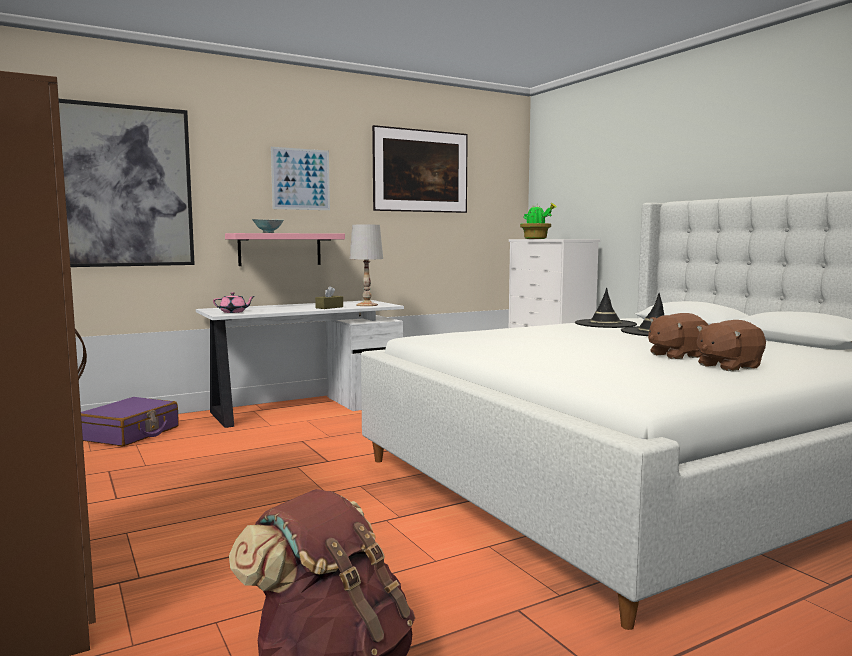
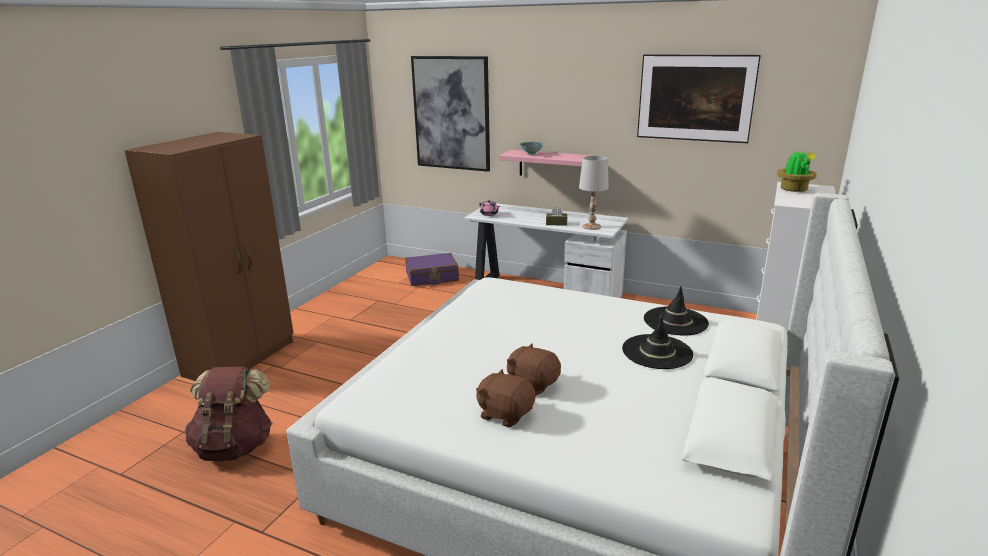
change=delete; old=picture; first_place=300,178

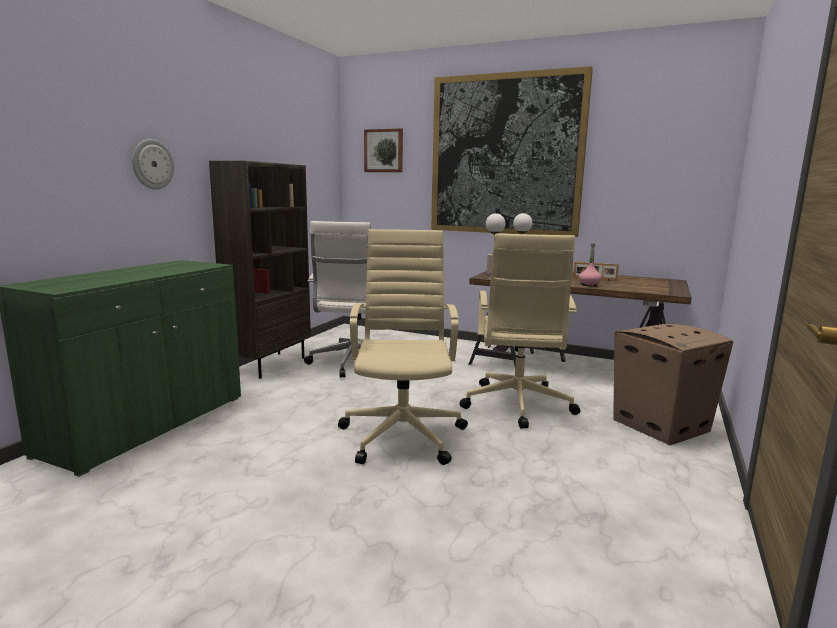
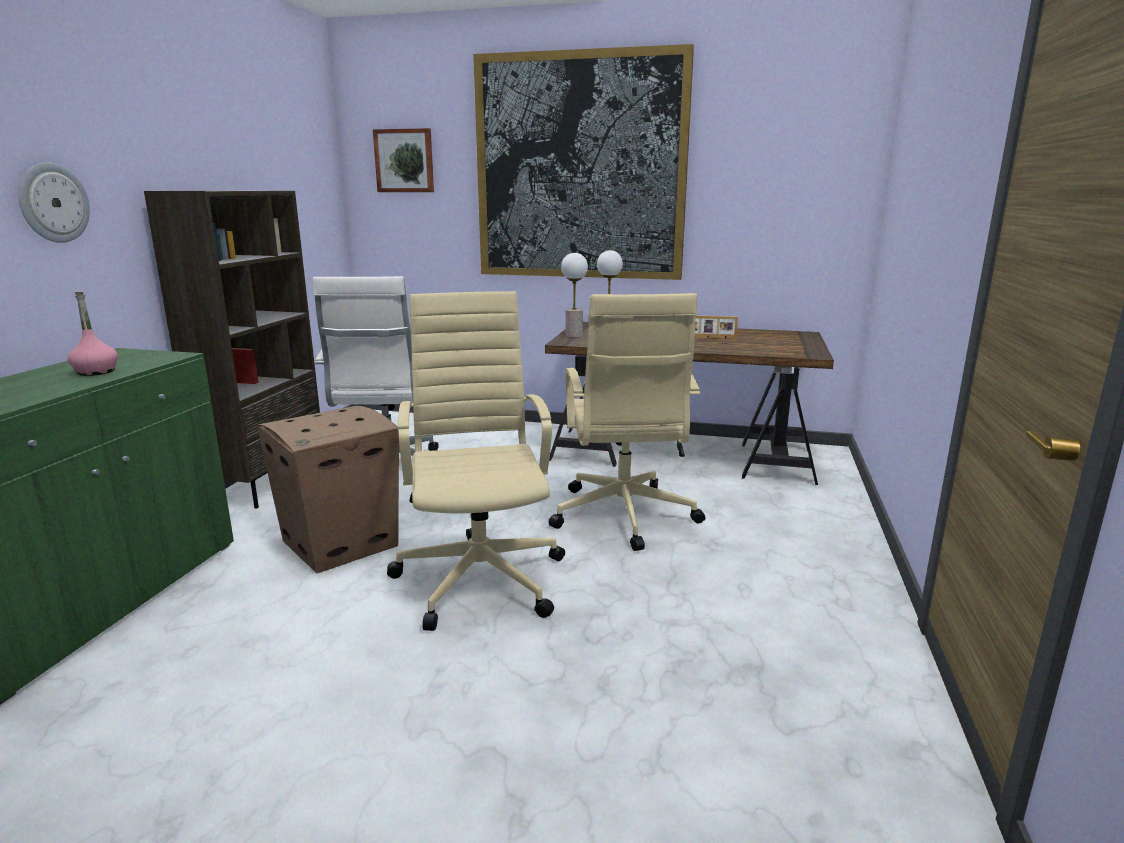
change=move; old=pink bottle; first_place=590,265; second_place=93,334
change=move; old=cardboard box; first_place=673,385; second_place=328,489

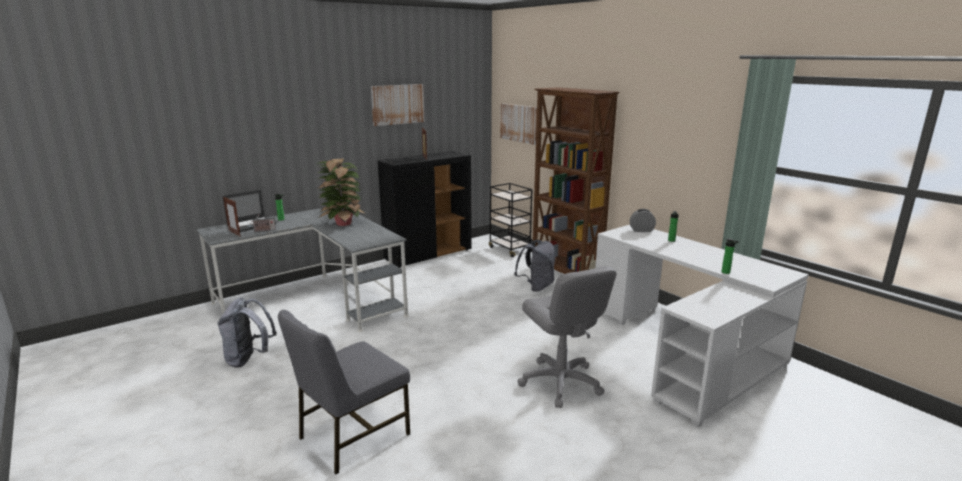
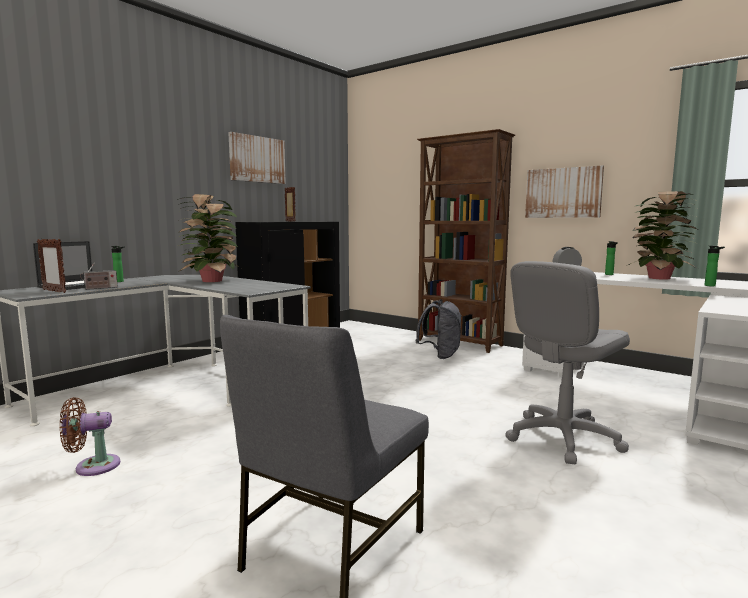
change=delete; old=black cart; first_place=511,220
change=insert; new=potted plant; second_place=664,235
change=move; old=picture; first_place=518,124; second_place=564,191
change=replace; old=grey backpack; new=brown fan; first_place=247,333; second_place=89,436
change=rotate; old=grey office chair; first_place=567,337; second_place=567,362; degrees=90

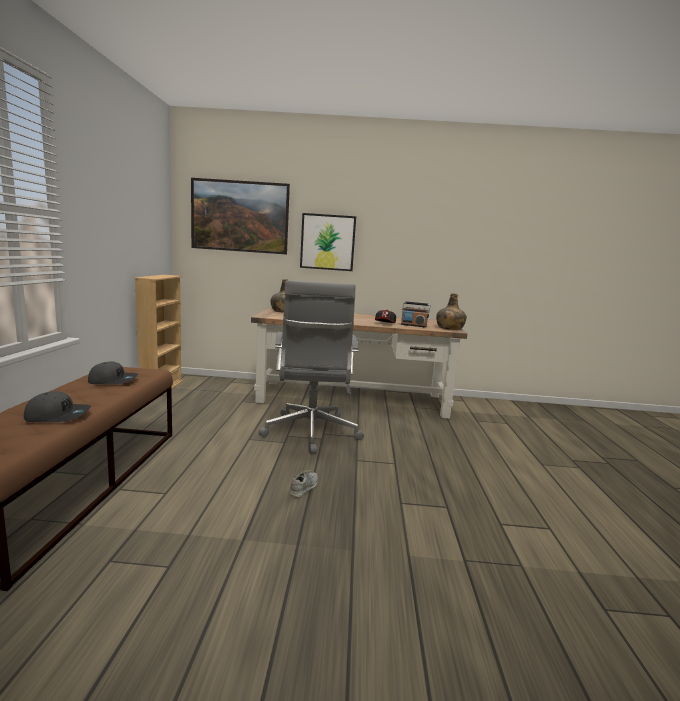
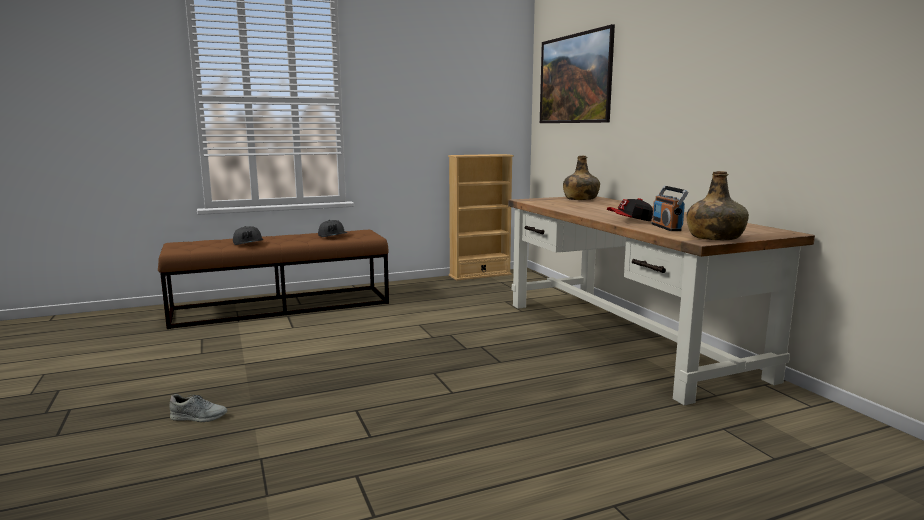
change=delete; old=grey office chair; first_place=311,367
change=delete; old=picture; first_place=328,242
change=move; old=grey shoe; first_place=304,484; second_place=198,408

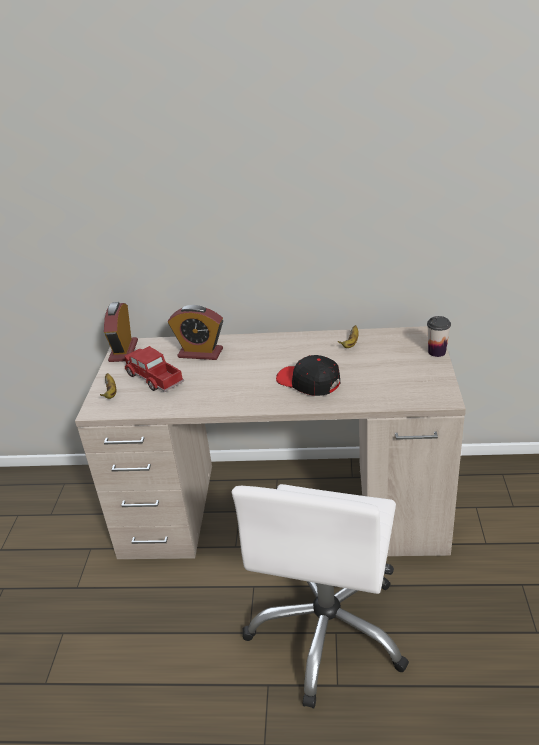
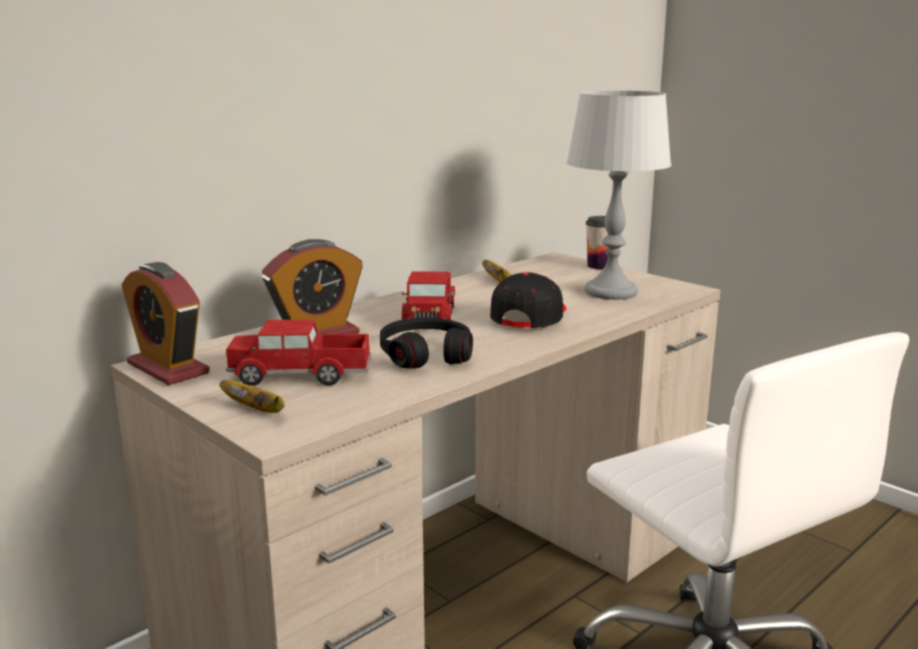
change=insert; new=black headphones; second_place=426,343
change=insert; new=toy truck; second_place=428,295
change=insert; new=grey table lamp; second_place=618,195
change=rotate; old=black cap; first_place=308,375; second_place=528,300; degrees=120

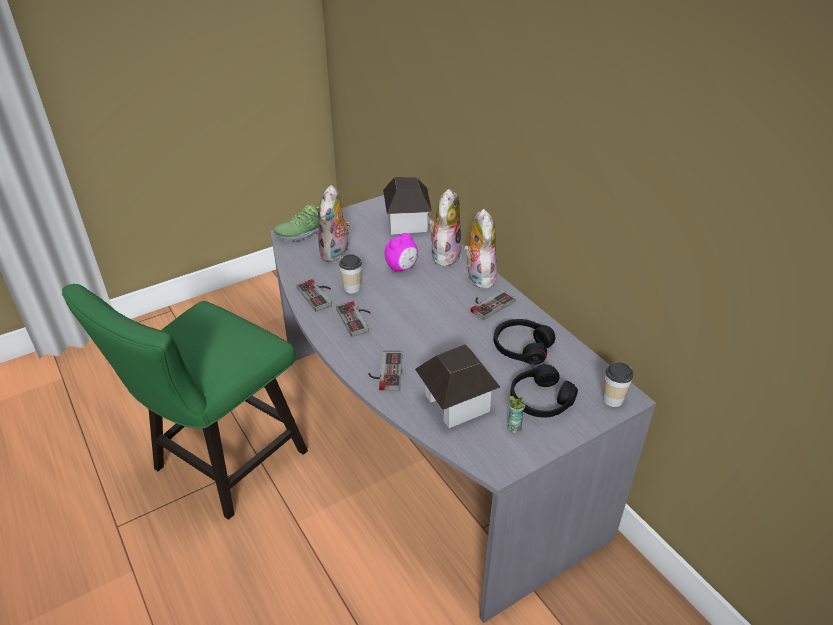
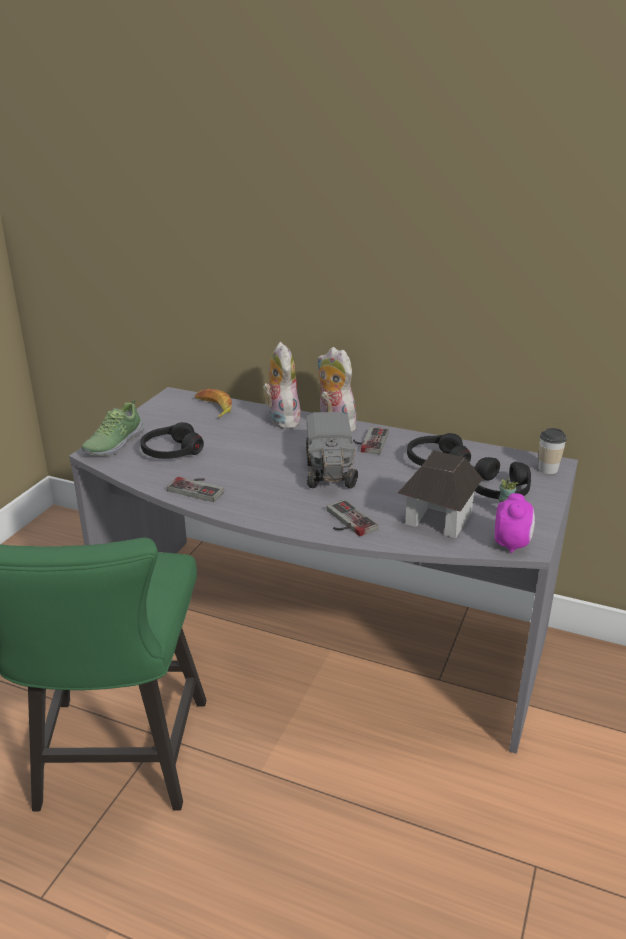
change=delete; old=game controller; first_place=353,319
change=delete; old=cup; first_place=350,273
change=insert; new=toy truck; second_place=332,450
change=move; old=alarm clock; first_place=401,252; second_place=515,523
change=replace; old=plush toy; new=black headphones; first_place=334,223; second_place=172,440
change=replace; old=toy house; new=banana; first_place=407,206; second_place=213,403

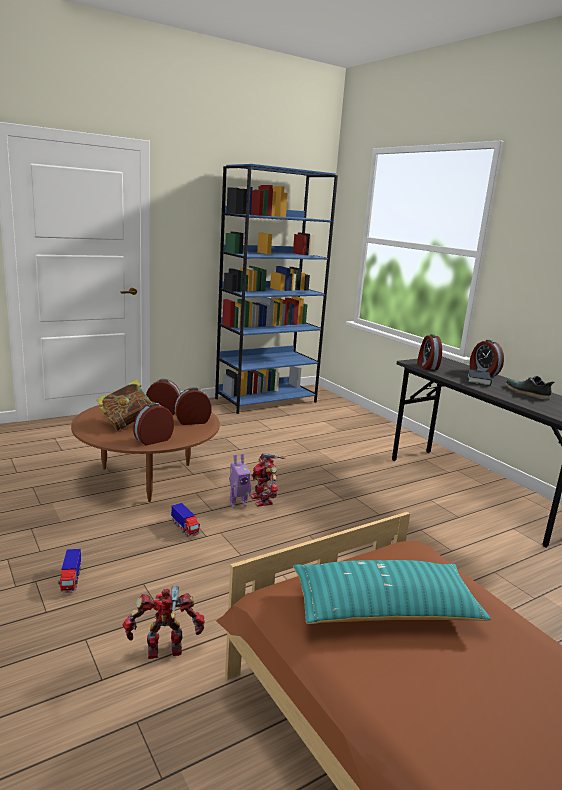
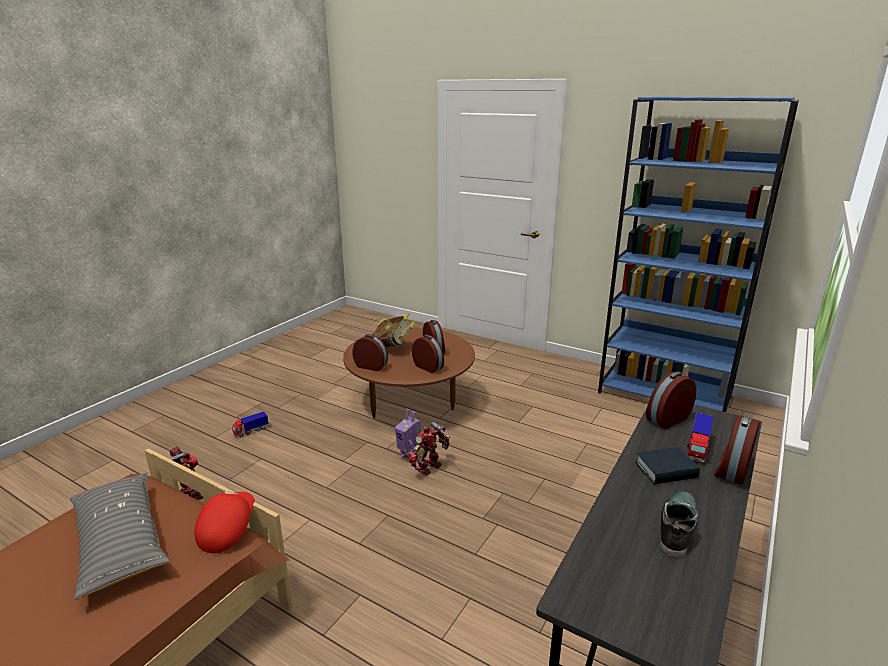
change=insert; new=red cap; second_place=224,522
change=move; old=toy truck; first_place=185,520; second_place=700,437
change=recolor; old=turquoise pillow; new=grey pillow; first_place=392,592; second_place=120,536

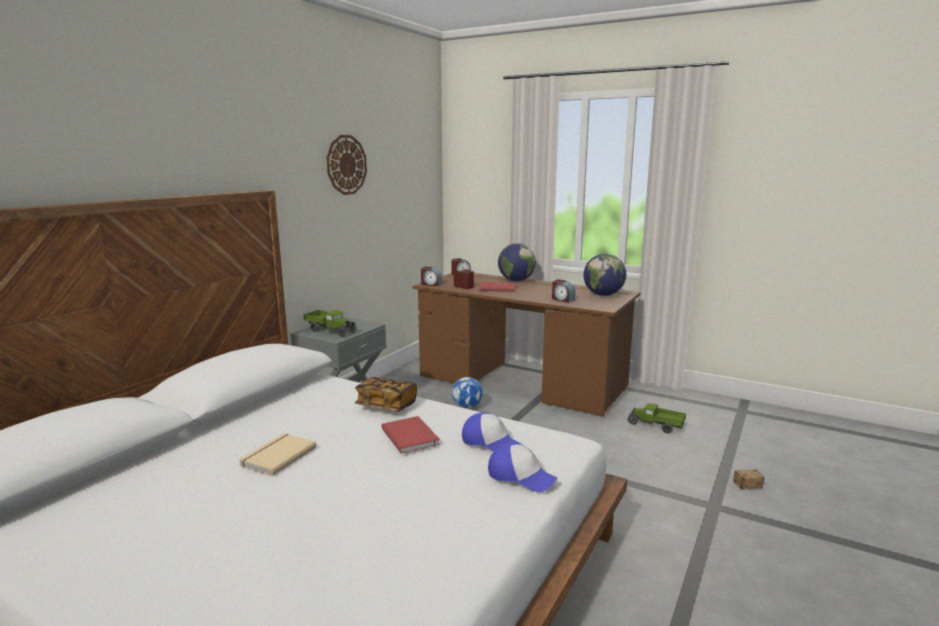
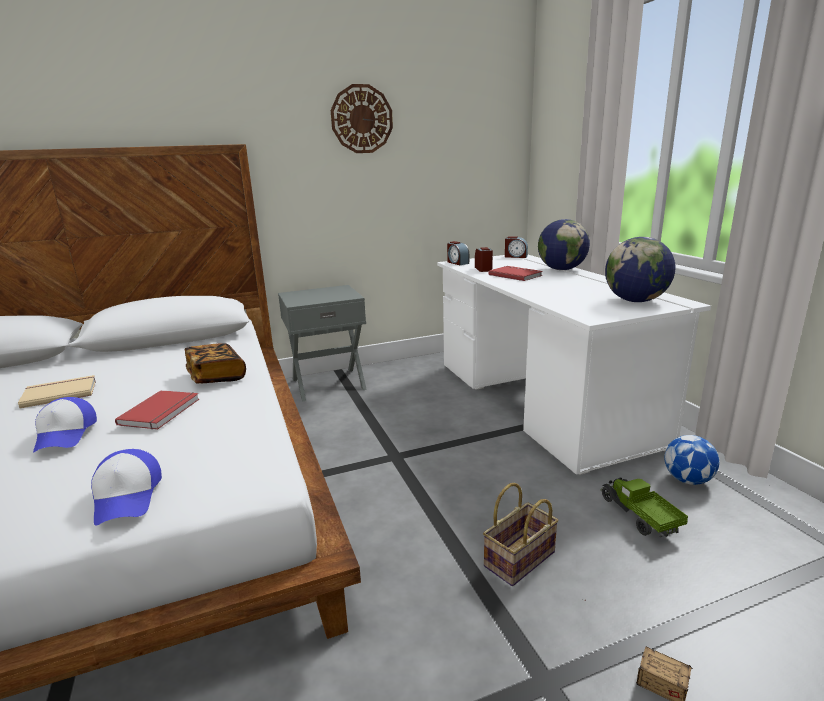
change=delete; old=toy truck; first_place=330,323
change=delete; old=alarm clock; first_place=563,291
change=insert; new=basket; second_place=521,534
change=move; old=football; first_place=467,392; second_place=692,460
change=move; old=cap; first_place=491,432; second_place=65,425
change=recolor; old=brown desk; new=white desk; first_place=526,345; second_place=574,365

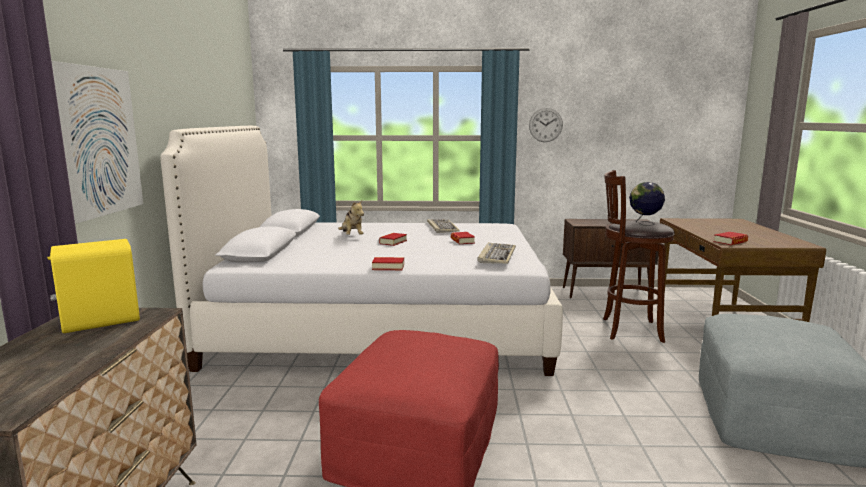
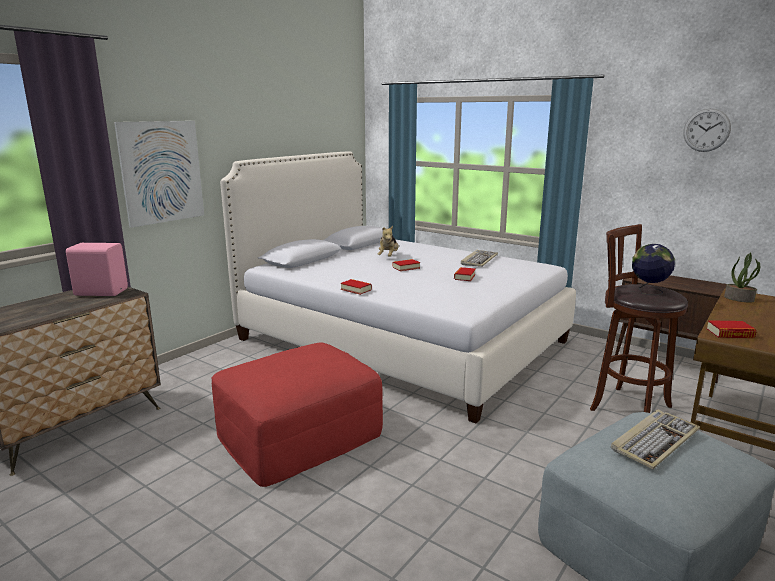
change=insert; new=potted plant; second_place=742,278
change=move; old=keyboard; first_place=496,253; second_place=655,439
change=move; old=wall clock; first_place=546,125; second_place=707,130
change=recolor; old=yellow speaker; new=pink speaker; first_place=93,286; second_place=97,269

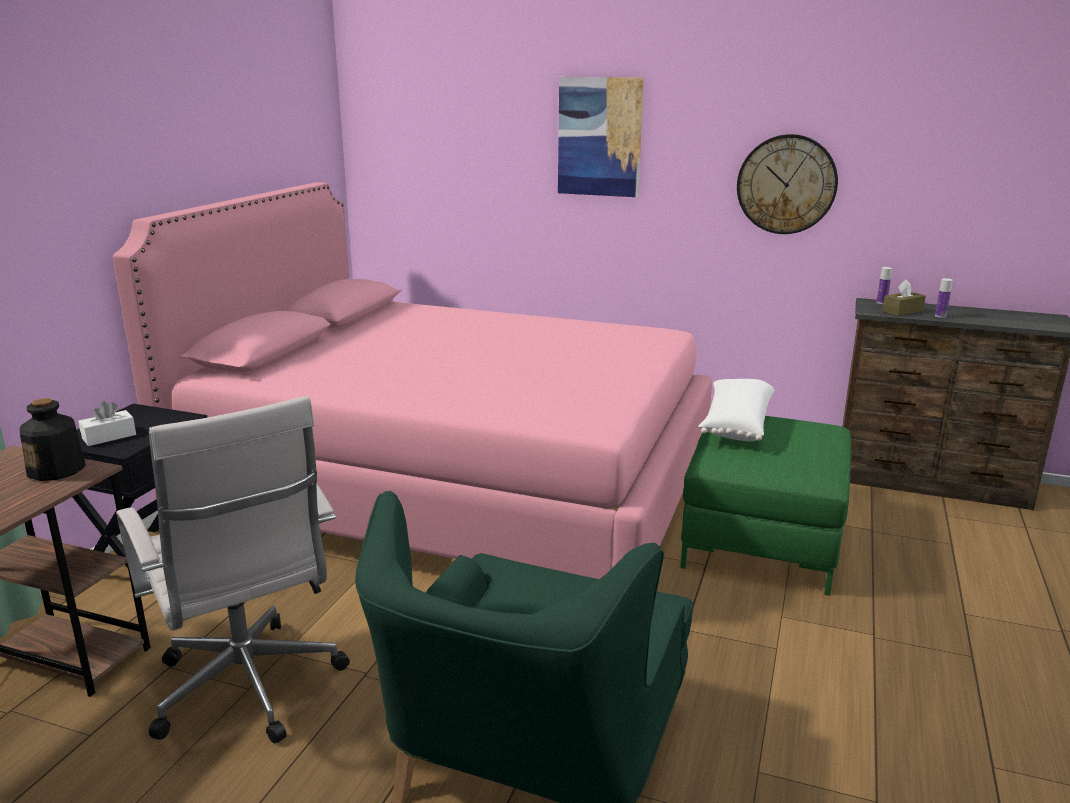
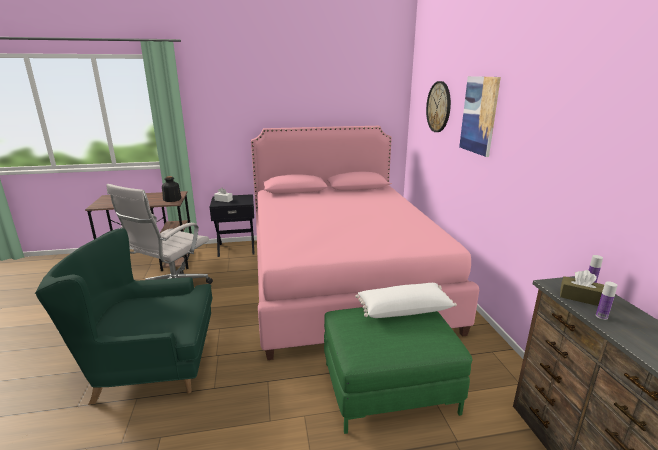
change=move; old=wall clock; first_place=787,184; second_place=438,106

